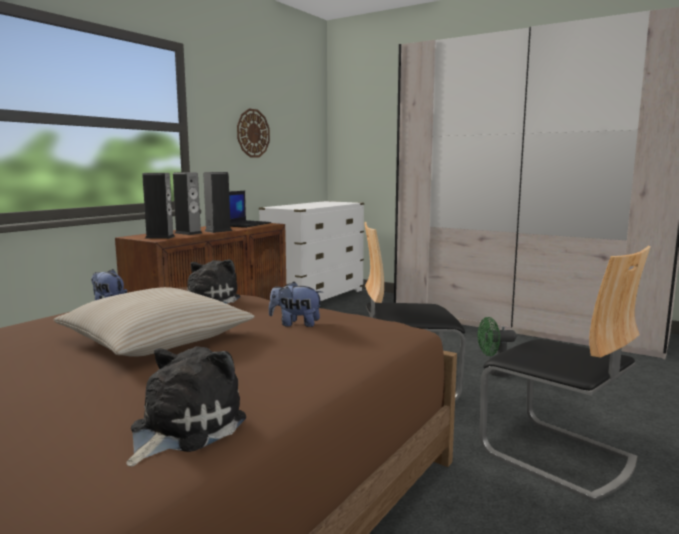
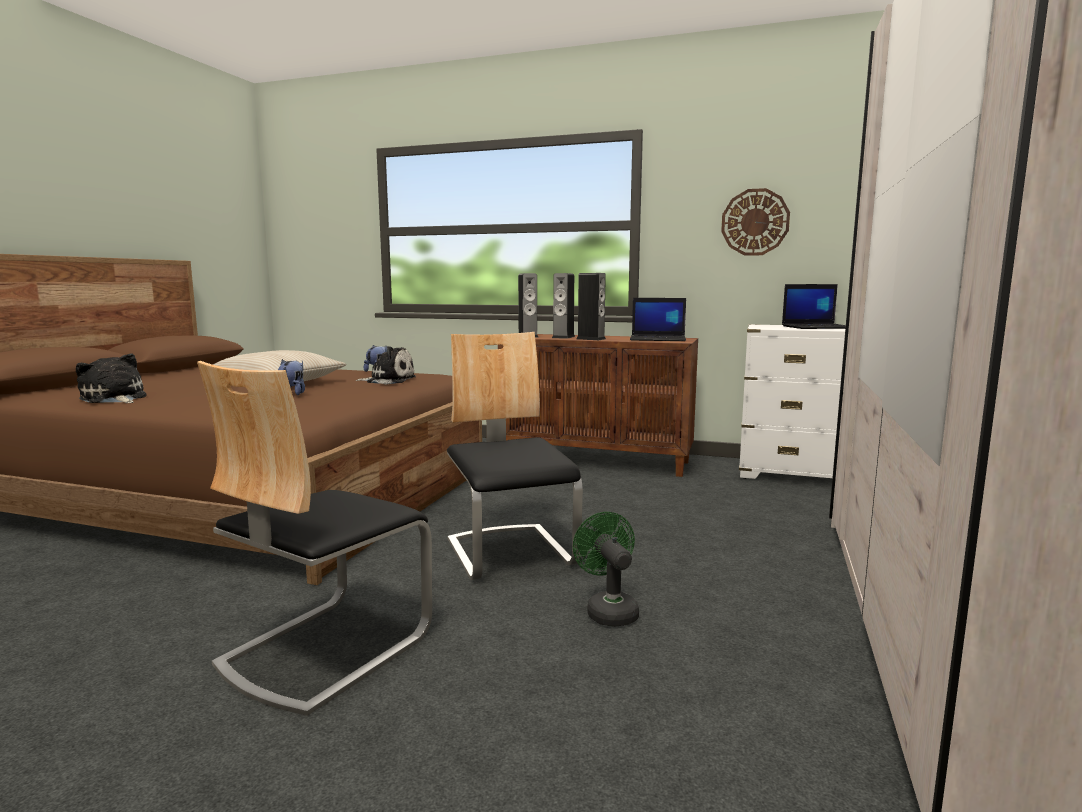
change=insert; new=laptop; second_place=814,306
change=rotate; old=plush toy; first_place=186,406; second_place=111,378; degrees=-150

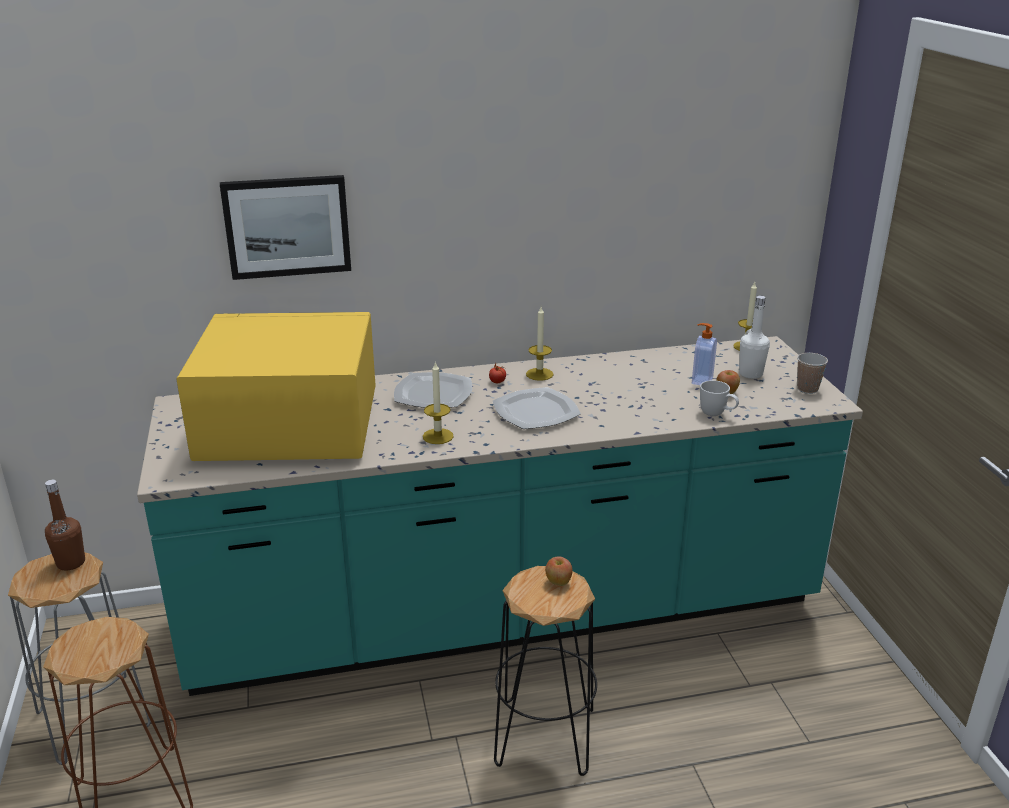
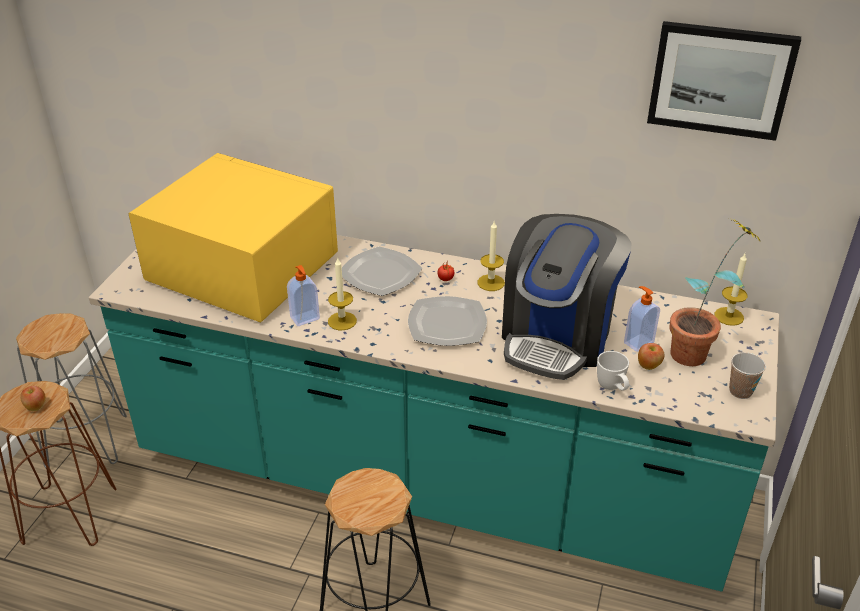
change=delete; old=brown bottle; first_place=65,525
change=insert; new=soap dispenser; second_place=303,295
change=insert; new=coffee machine; second_place=567,297
change=move; old=picture; first_place=285,227; second_place=724,81
change=move; old=apple; first_place=559,571; second_place=33,398
change=replace; old=white bottle; new=potted plant; first_place=754,337; second_place=715,292

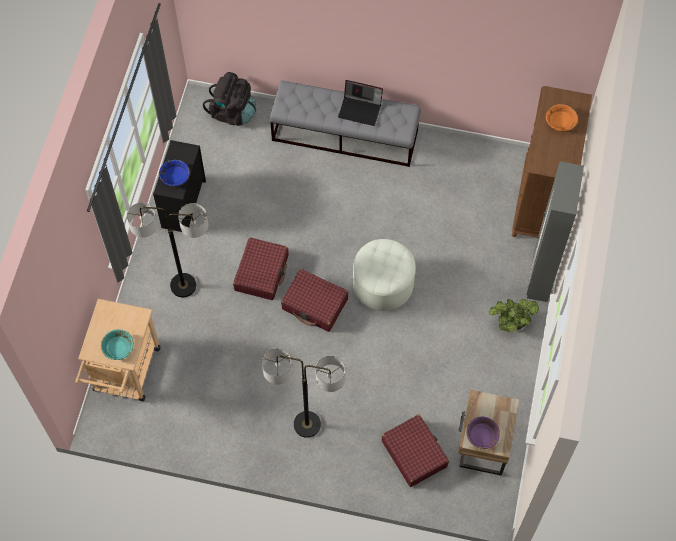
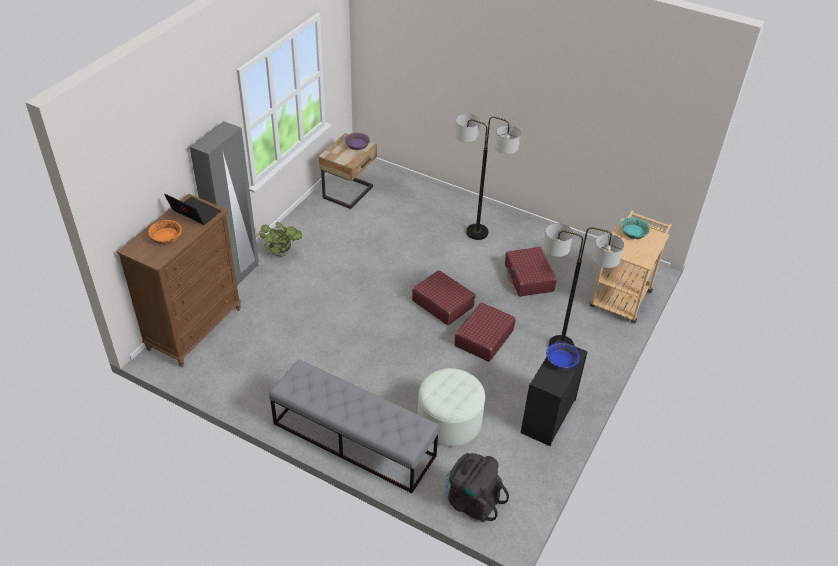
change=move; old=laptop; first_place=360,103; second_place=192,209
change=move; old=white ottoman; first_place=384,275; second_place=451,407
change=move; old=red suitcase; first_place=415,451; second_place=531,272

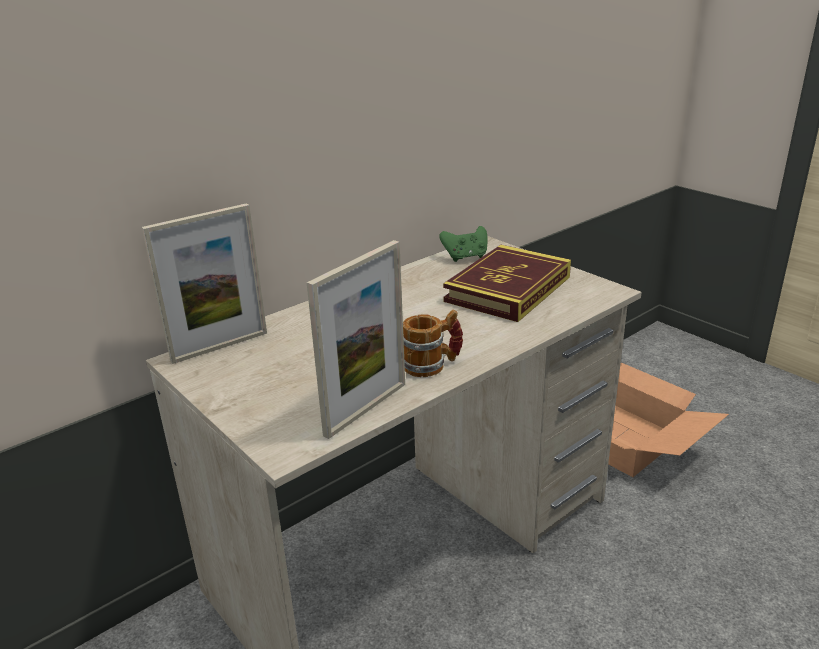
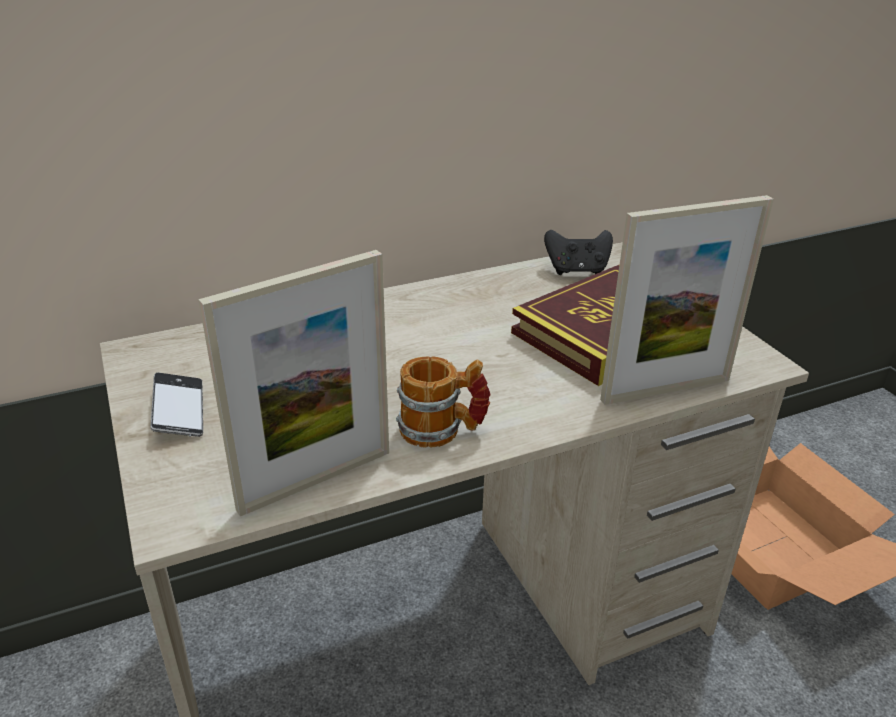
change=insert; new=phone; second_place=176,405
change=move; old=picture frame; first_place=204,283; second_place=687,300
change=recolor; old=green game controller; new=black game controller; first_place=463,244; second_place=578,252

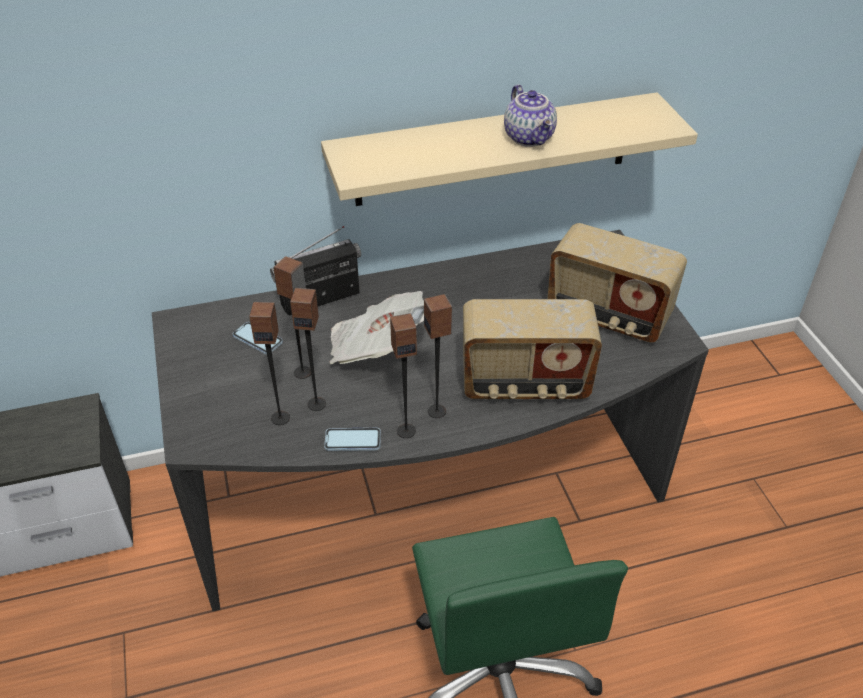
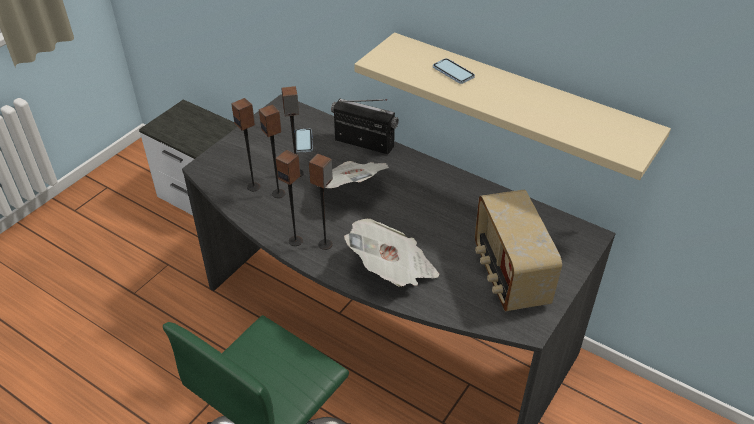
change=delete; old=teapot; first_place=530,116
change=move; old=phone; first_place=352,439; second_place=454,71
change=replace; old=radio; new=newspaper; first_place=532,349; second_place=391,253

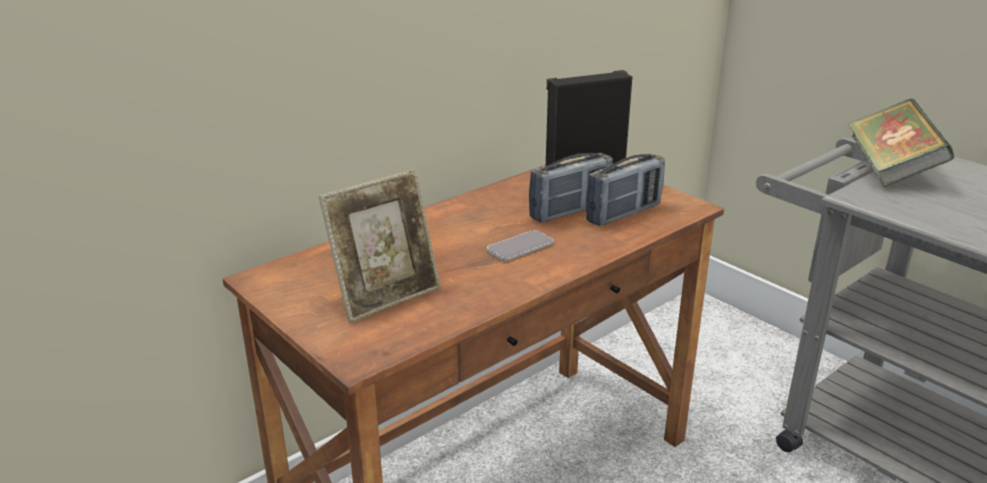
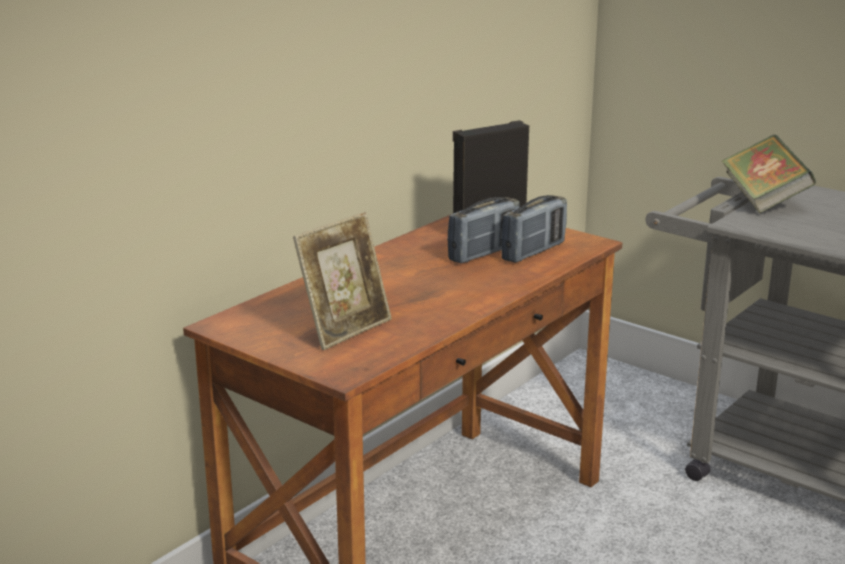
change=delete; old=phone; first_place=520,245

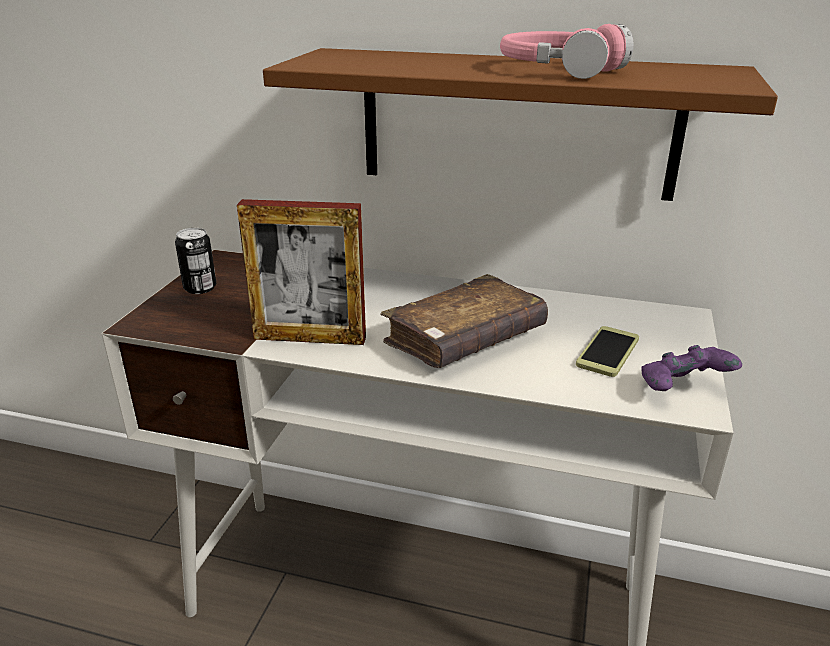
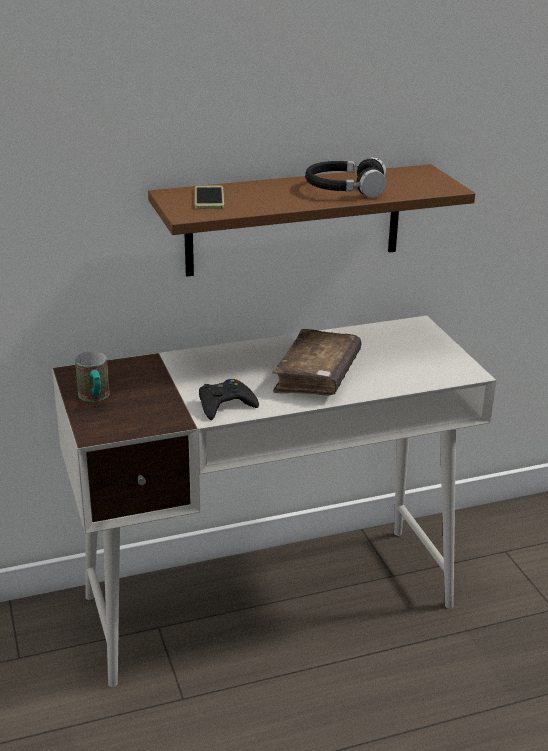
change=delete; old=purple game controller; first_place=691,368
change=move; old=phone; first_place=607,351; second_place=209,197
change=replace; old=can; new=mug; first_place=195,261; second_place=92,376
change=replace; old=picture frame; new=black game controller; first_place=301,272; second_place=229,399
change=recolor; old=pink headphones; new=black headphones; first_place=567,51; second_place=345,177

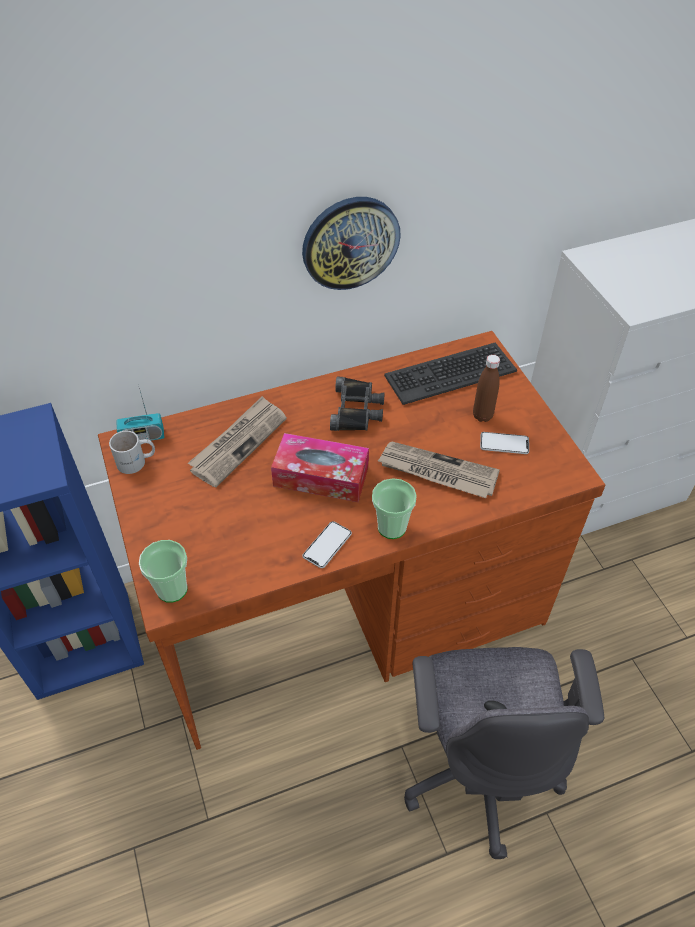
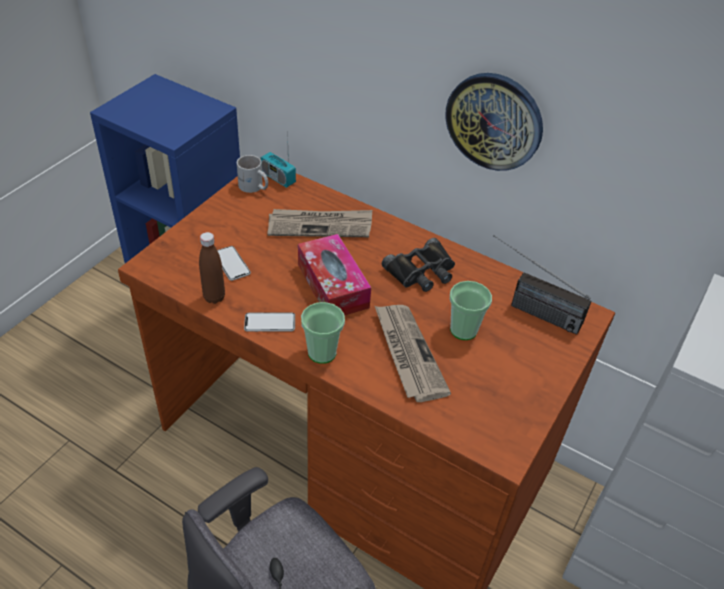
change=move; old=cup; first_place=163,571; second_place=471,310
change=move; old=brown bottle; first_place=486,388; second_place=212,268
change=move; old=phone; first_place=504,443; second_place=234,263
change=replace; old=keyboard; new=radio; first_place=450,374; second_place=542,285

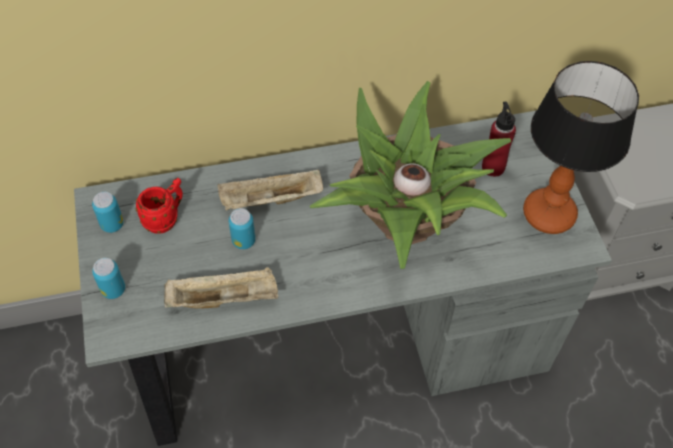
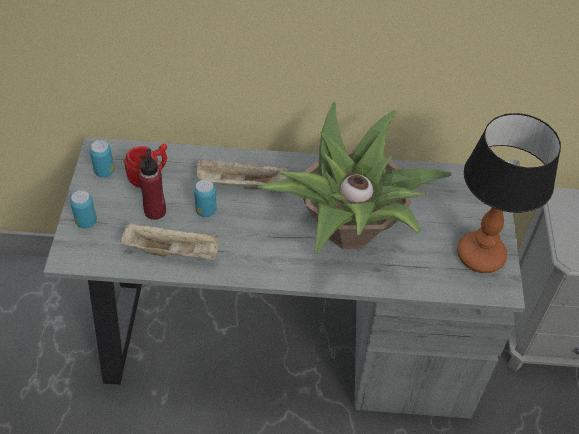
change=move; old=red bottle; first_place=499,139; second_place=152,184

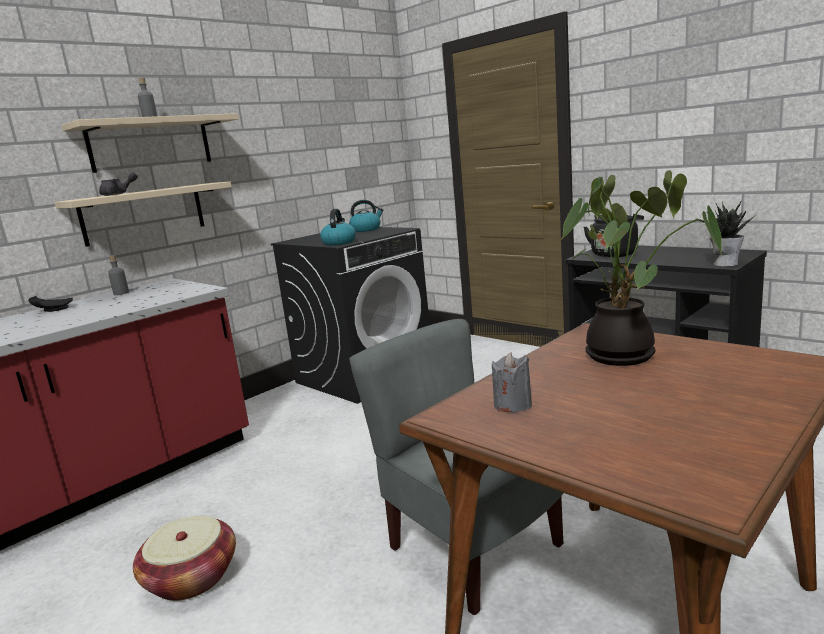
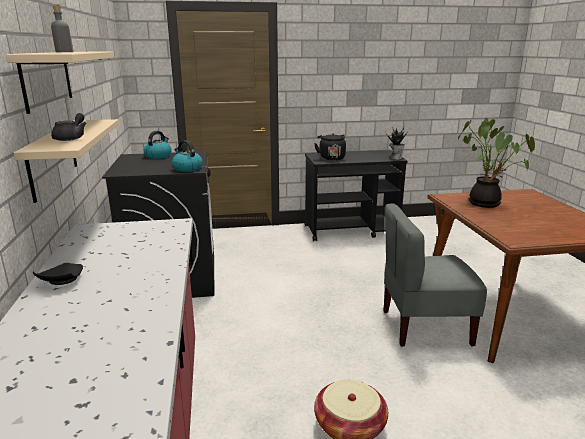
change=delete; old=grey bottle; first_place=118,275
change=delete; old=grey candle; first_place=512,382

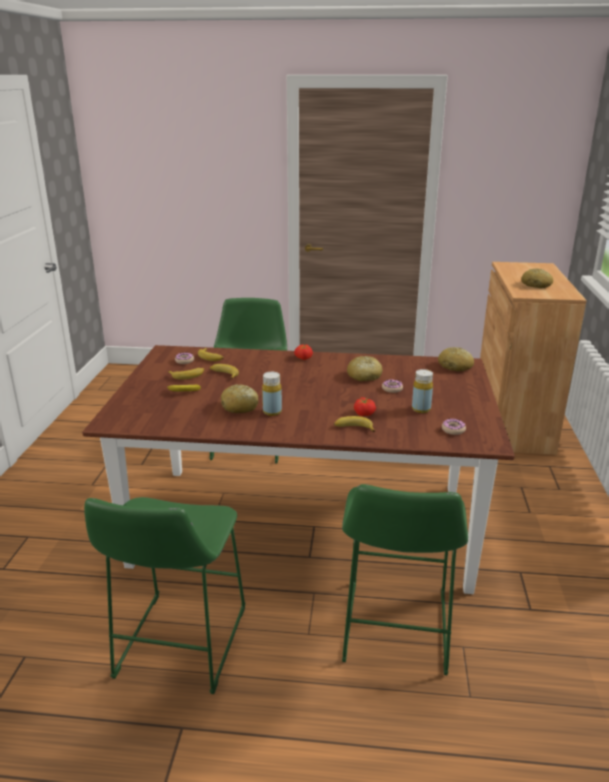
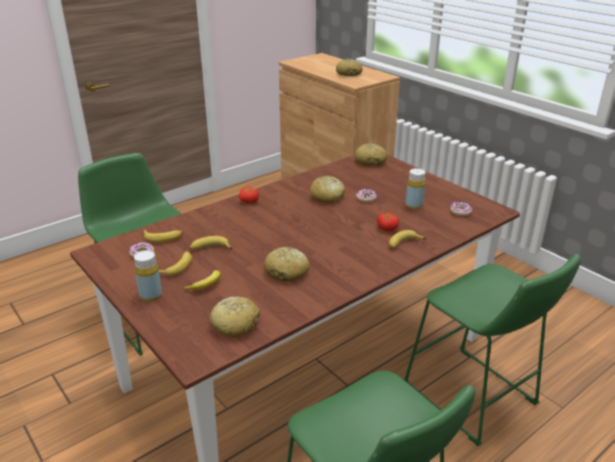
change=insert; new=bread; second_place=234,317
change=move; old=yellow bottle; first_place=272,394; second_place=148,276

